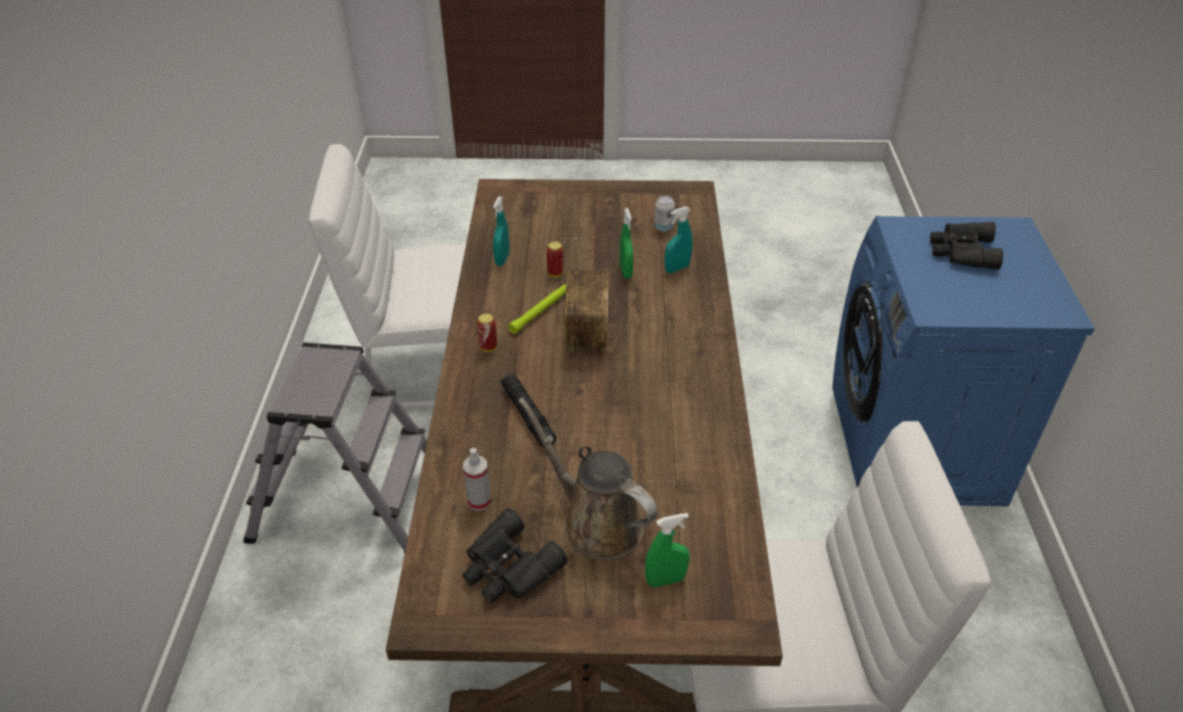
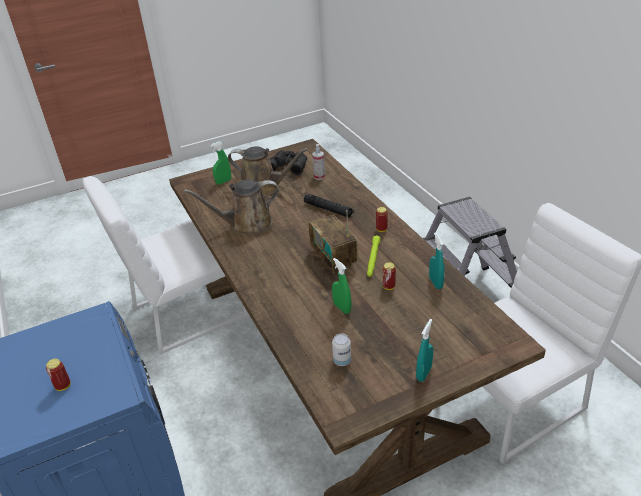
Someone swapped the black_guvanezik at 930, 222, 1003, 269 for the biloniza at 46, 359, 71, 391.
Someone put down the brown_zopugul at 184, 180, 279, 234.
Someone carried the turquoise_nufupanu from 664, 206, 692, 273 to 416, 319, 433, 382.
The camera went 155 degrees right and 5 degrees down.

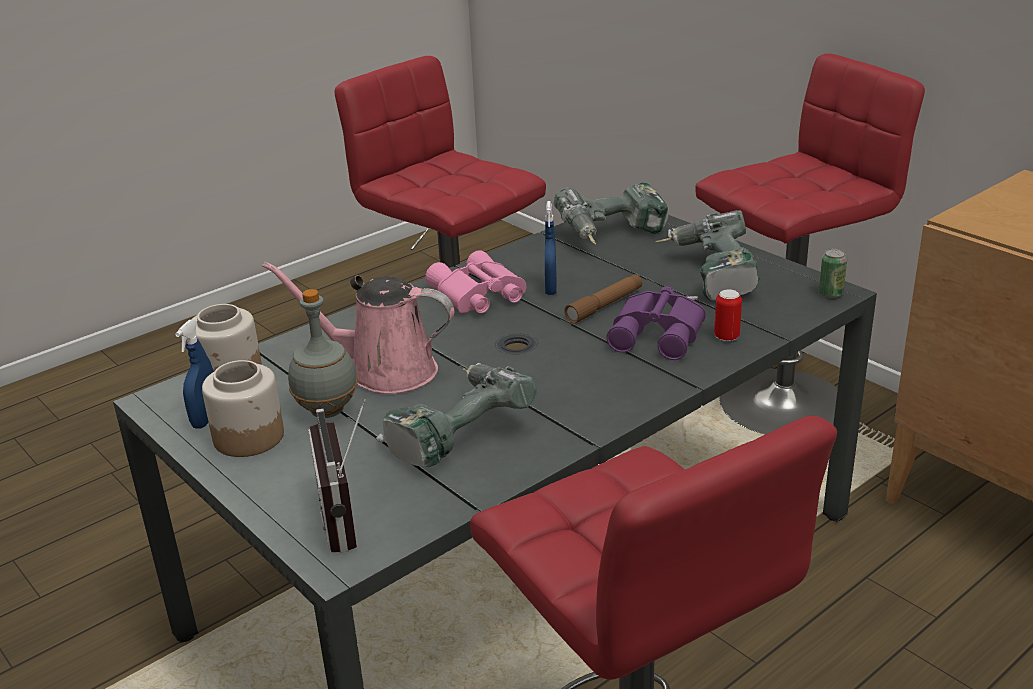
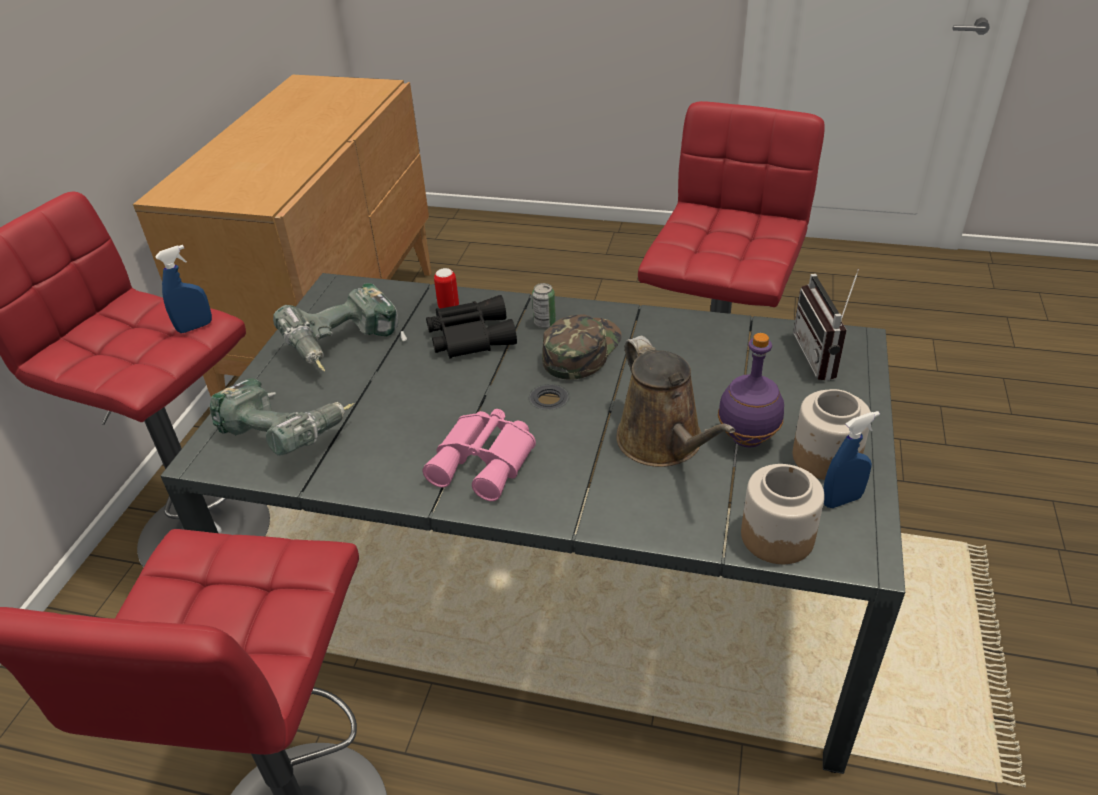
Someone carried the blue_nufupanu from 545, 201, 557, 295 to 155, 245, 212, 333.
Someone repainted the purple_guvanezik at 606, 286, 706, 360, which became the black_guvanezik at 426, 295, 517, 359.
Someone carried the biloniza from 819, 249, 847, 298 to 532, 283, 556, 328.
Someone put down the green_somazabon at 542, 314, 622, 380.
Someone repainted the pink_zopugul at 262, 261, 454, 394, which became the brown_zopugul at 616, 336, 735, 467.
Someone repainted the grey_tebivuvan at 288, 289, 358, 418, which became the purple_tebivuvan at 718, 333, 784, 448.
Someone rotated the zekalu at 308, 399, 366, 553 by 135 degrees clockwise.
Someone took away the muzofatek at 376, 363, 537, 467.
Someone took away the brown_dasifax at 564, 274, 642, 324.
The camera went 125 degrees left and 10 degrees up.

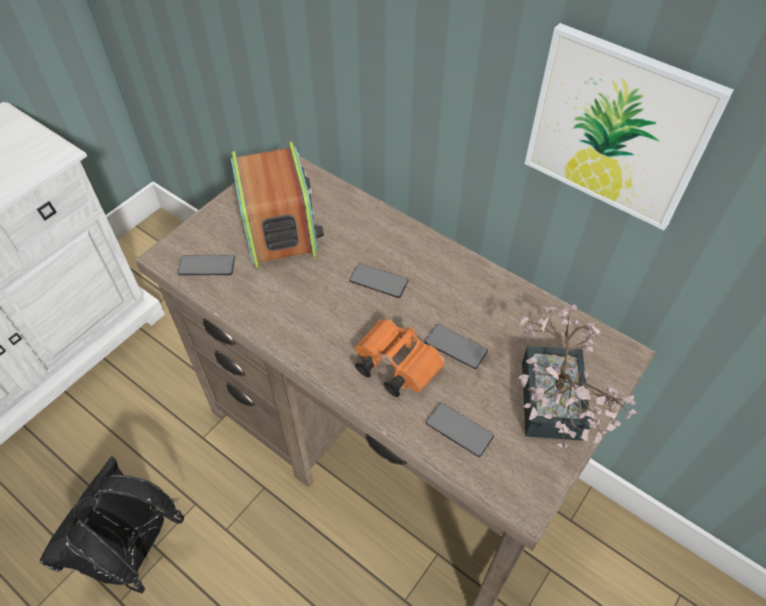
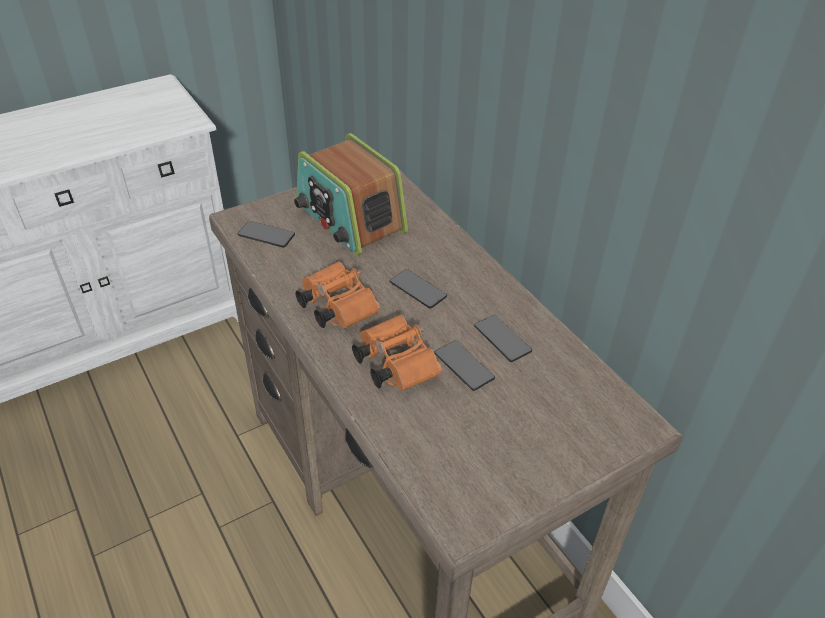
Someone rotated the zekalu at 231, 142, 324, 269 by 135 degrees clockwise.
Someone put down the orange_guvanezik at 295, 261, 380, 329.
Someone carried the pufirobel from 426, 403, 494, 457 to 474, 315, 532, 362.
Someone took away the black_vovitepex at 40, 456, 184, 593.
Someone took away the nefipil at 518, 302, 637, 449.
Someone took away the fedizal at 525, 23, 734, 230.
The camera went 20 degrees right and 10 degrees down.

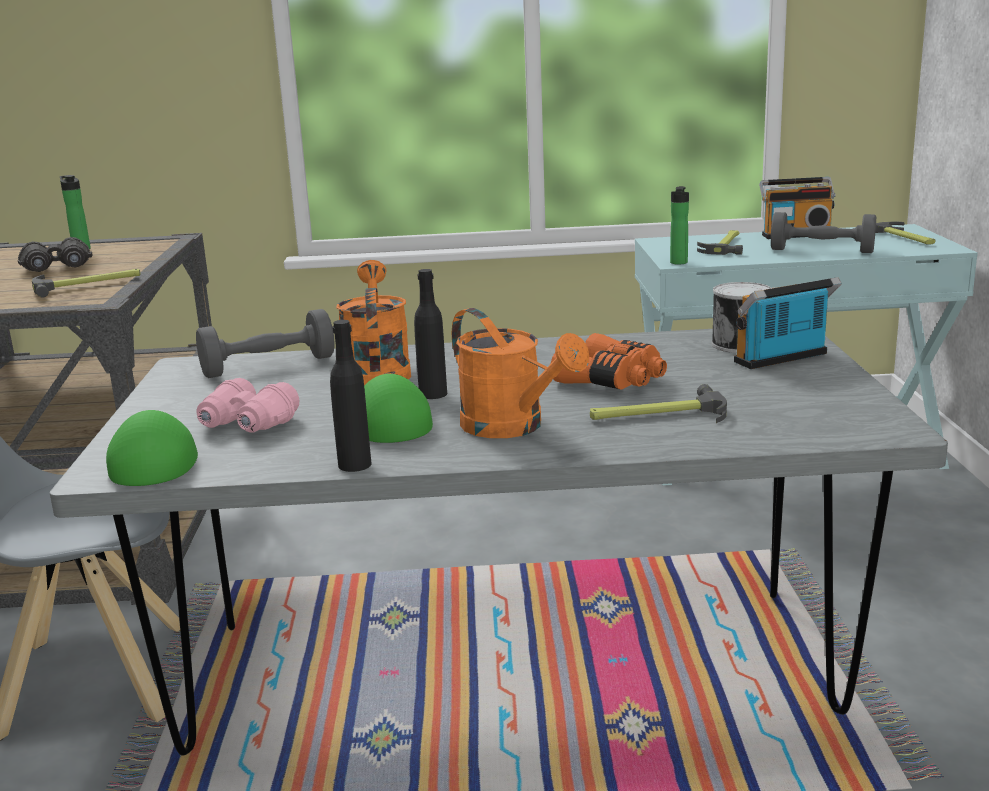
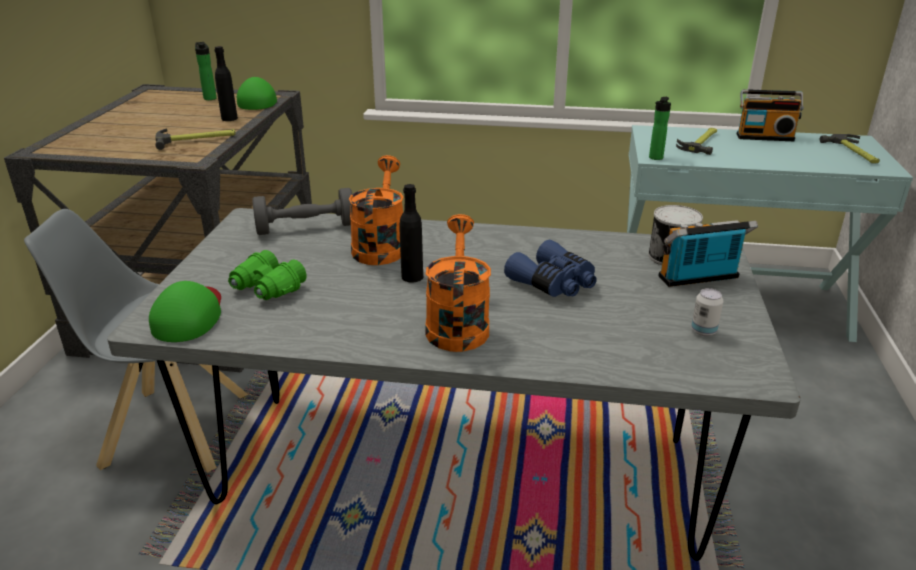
Someone carried the black_tebivuvan from 330, 320, 372, 472 to 214, 46, 238, 121.
Someone repainted the pink_guvanezik at 197, 378, 299, 433, which became the green_guvanezik at 228, 250, 307, 300.
Someone carried the green_somazabon from 364, 374, 433, 443 to 237, 77, 277, 110.
Someone rotated the orange_zopugul at 452, 308, 589, 438 by 150 degrees counterclockwise.
Someone repainted the orange_guvanezik at 551, 333, 667, 389, which became the blue_guvanezik at 504, 240, 597, 297.
Someone put down the biloniza at 691, 288, 723, 336.
Someone took away the black_guvanezik at 18, 237, 93, 272.
Someone took away the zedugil at 590, 384, 727, 423.
Someone took away the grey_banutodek at 771, 212, 876, 253.
The camera went 10 degrees right and 10 degrees up.

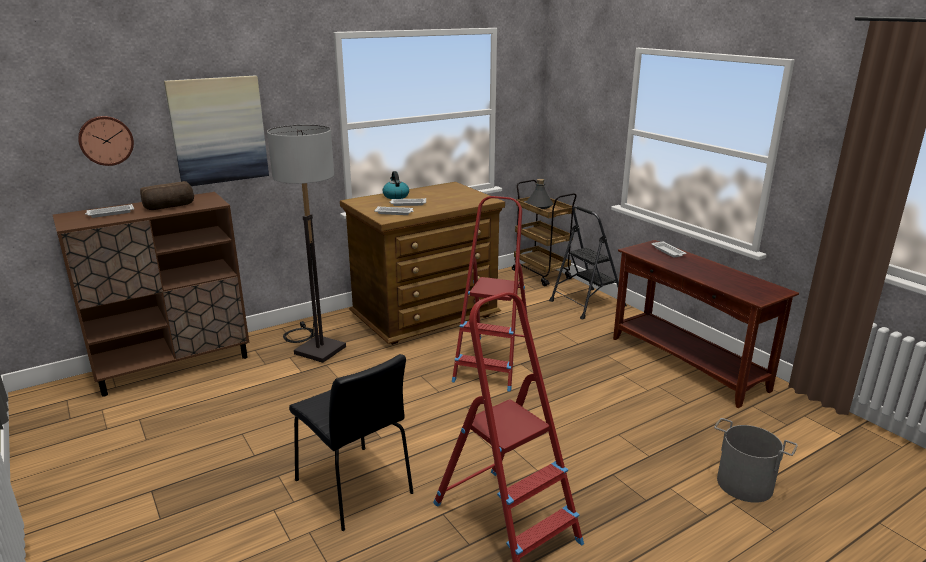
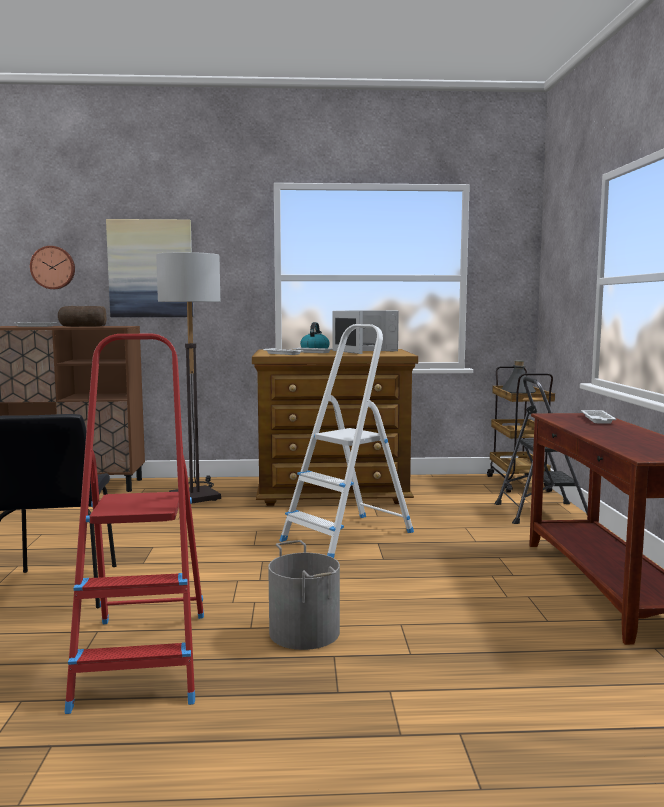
Someone carried the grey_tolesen from 714, 418, 798, 503 to 268, 540, 340, 650.
Someone repainted the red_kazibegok at 452, 196, 528, 392, which became the white_kazibegok at 279, 324, 414, 558.
Someone put down the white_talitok at 332, 310, 399, 354.
The camera went 30 degrees right and 15 degrees down.

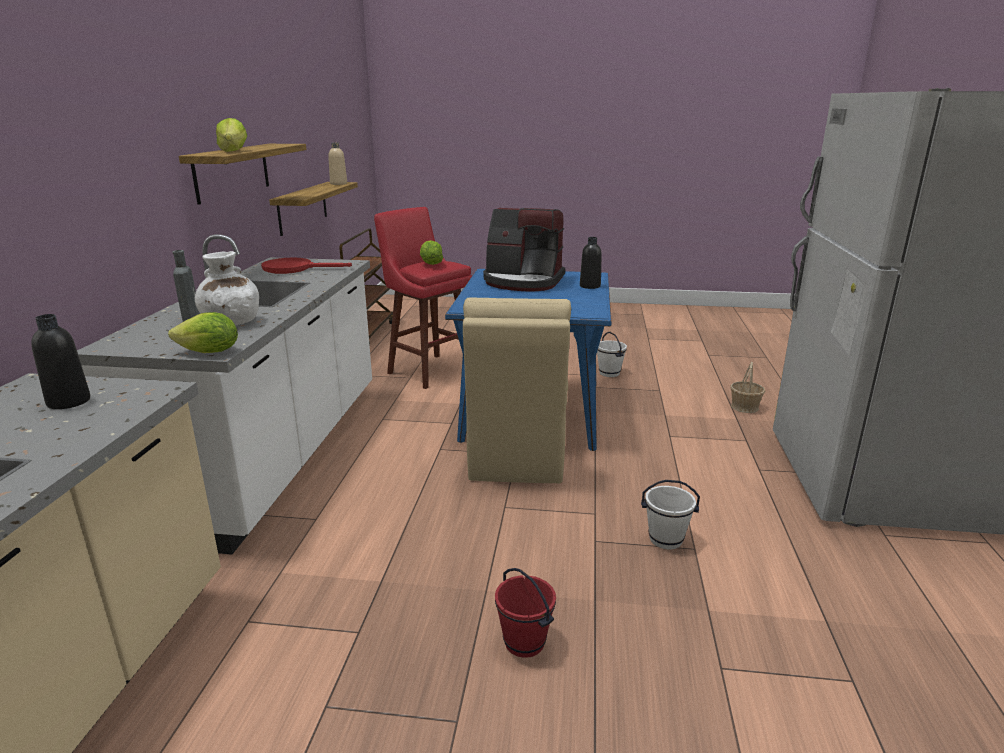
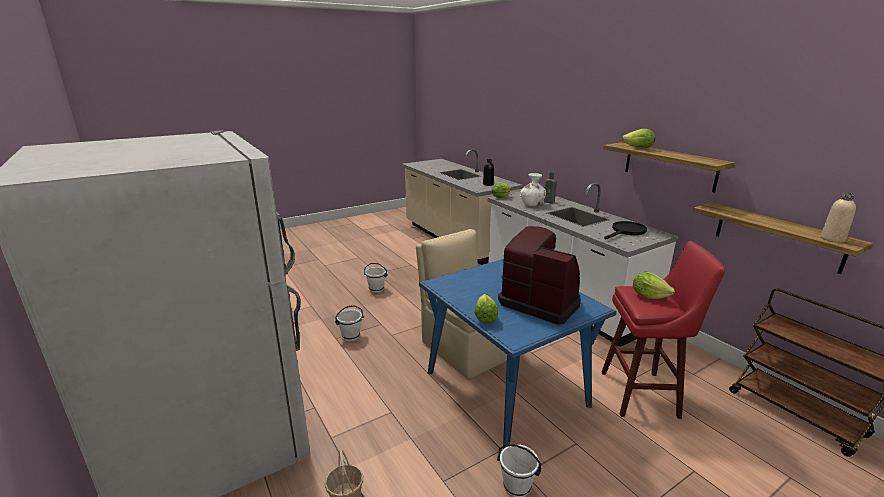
Someone repainted the red_tolesen at 495, 568, 556, 658, which became the white_tolesen at 364, 263, 388, 293.
Someone swapped the black_tebivuvan at 580, 237, 602, 289 for the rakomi at 474, 294, 498, 323.
Someone rotated the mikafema at 483, 208, 565, 291 by 60 degrees clockwise.
Someone repainted the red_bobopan at 261, 258, 352, 274, which became the black_bobopan at 604, 221, 647, 239.
The camera went 140 degrees right and 0 degrees up.

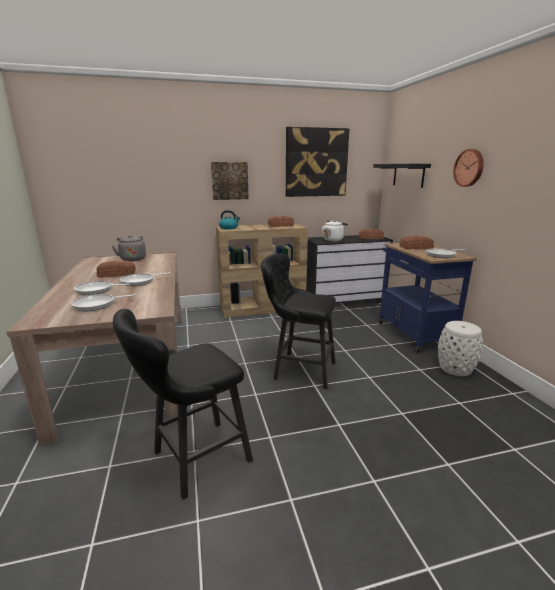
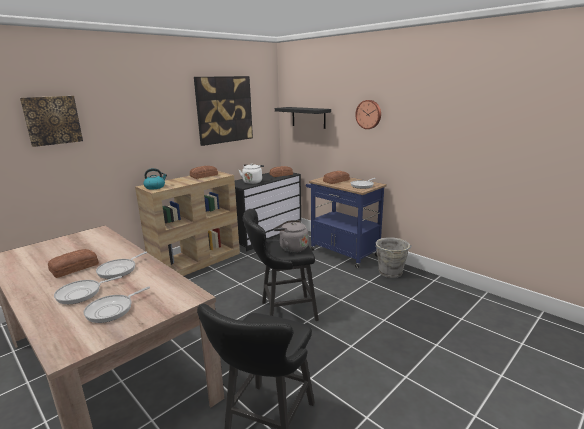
Someone carried the fedizal from 211, 162, 248, 200 to 20, 96, 83, 147.
Someone carried the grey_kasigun from 112, 235, 146, 261 to 274, 220, 308, 252.
Someone swapped the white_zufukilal at 438, 321, 483, 376 for the grey_tolesen at 375, 237, 412, 278.
The camera went 30 degrees left and 0 degrees up.

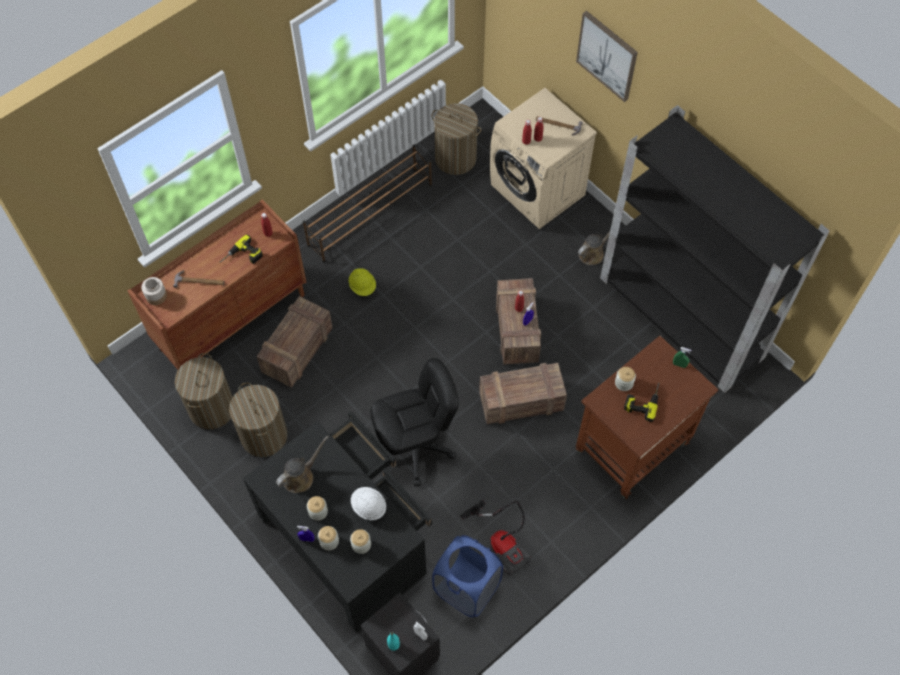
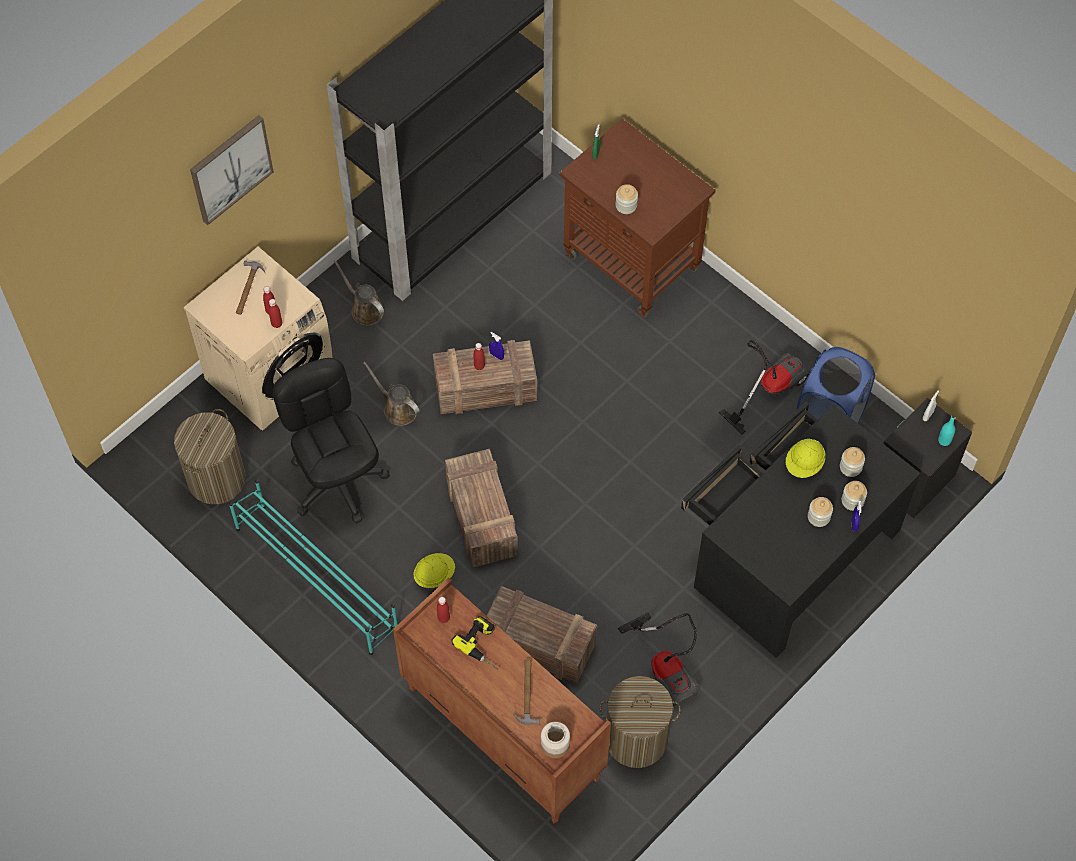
Someone repainted the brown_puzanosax at 303, 144, 432, 262, which became the turquoise_puzanosax at 229, 480, 398, 655.
Someone carried the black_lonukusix from 370, 358, 459, 487 to 272, 358, 390, 524.
Someone carried the brown_zopugul from 276, 436, 329, 493 to 363, 361, 420, 426.
Someone carried the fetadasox from 479, 363, 567, 424 to 445, 449, 518, 568.
Someone swapped the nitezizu at 229, 383, 287, 457 for the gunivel at 618, 612, 700, 707.
Someone repainted the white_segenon at 351, 487, 386, 520, which became the yellow_segenon at 786, 439, 826, 478.
Someone took away the muzofatek at 624, 383, 659, 422.
The camera went 95 degrees left and 0 degrees up.

